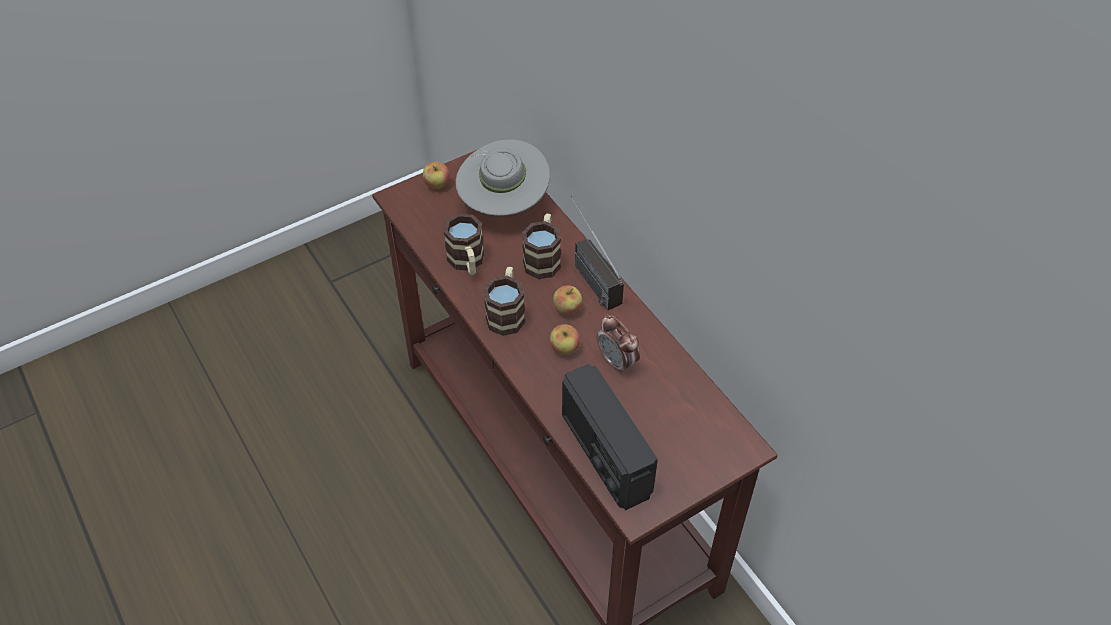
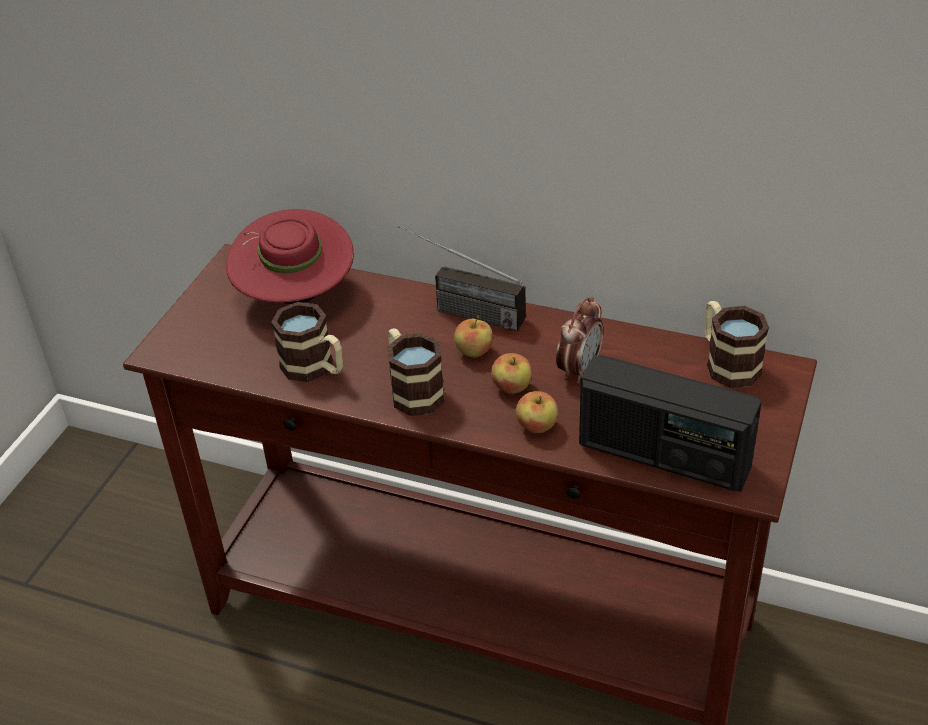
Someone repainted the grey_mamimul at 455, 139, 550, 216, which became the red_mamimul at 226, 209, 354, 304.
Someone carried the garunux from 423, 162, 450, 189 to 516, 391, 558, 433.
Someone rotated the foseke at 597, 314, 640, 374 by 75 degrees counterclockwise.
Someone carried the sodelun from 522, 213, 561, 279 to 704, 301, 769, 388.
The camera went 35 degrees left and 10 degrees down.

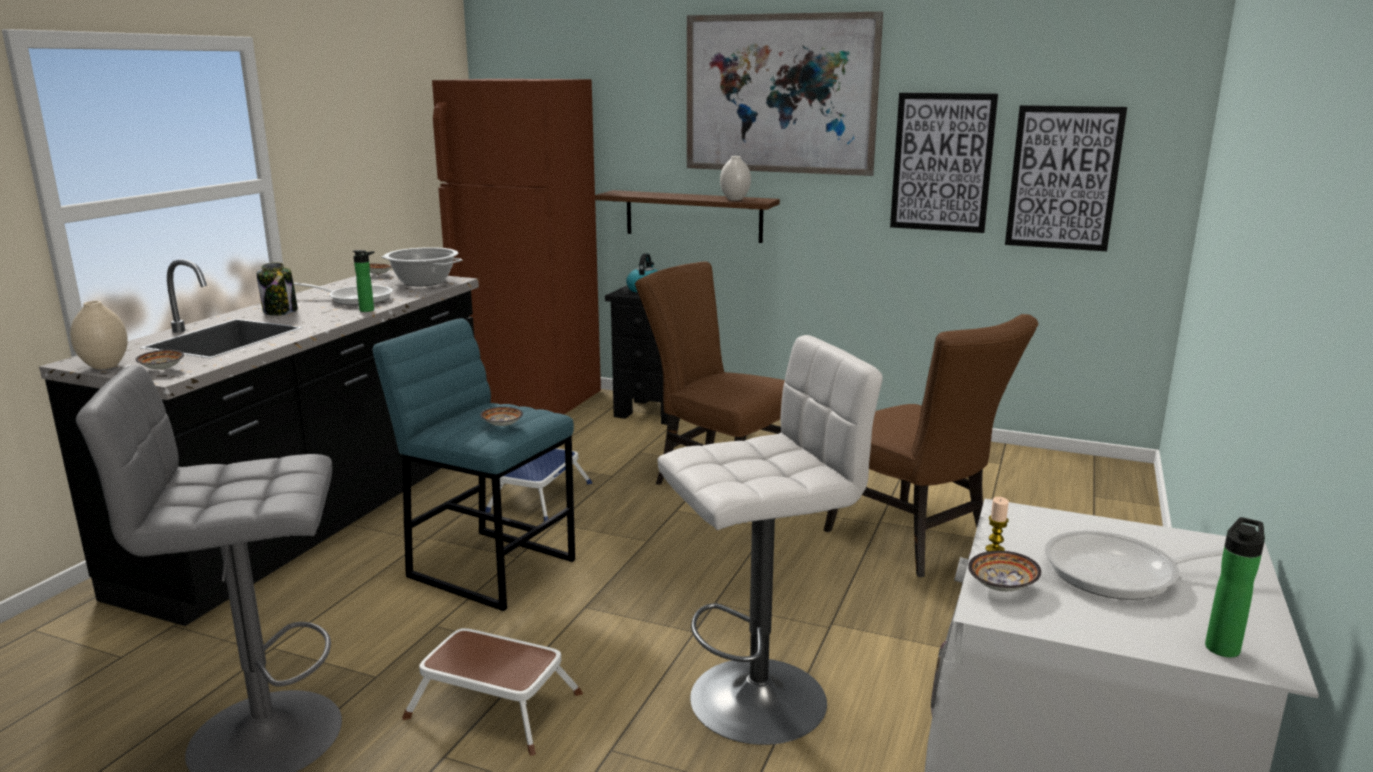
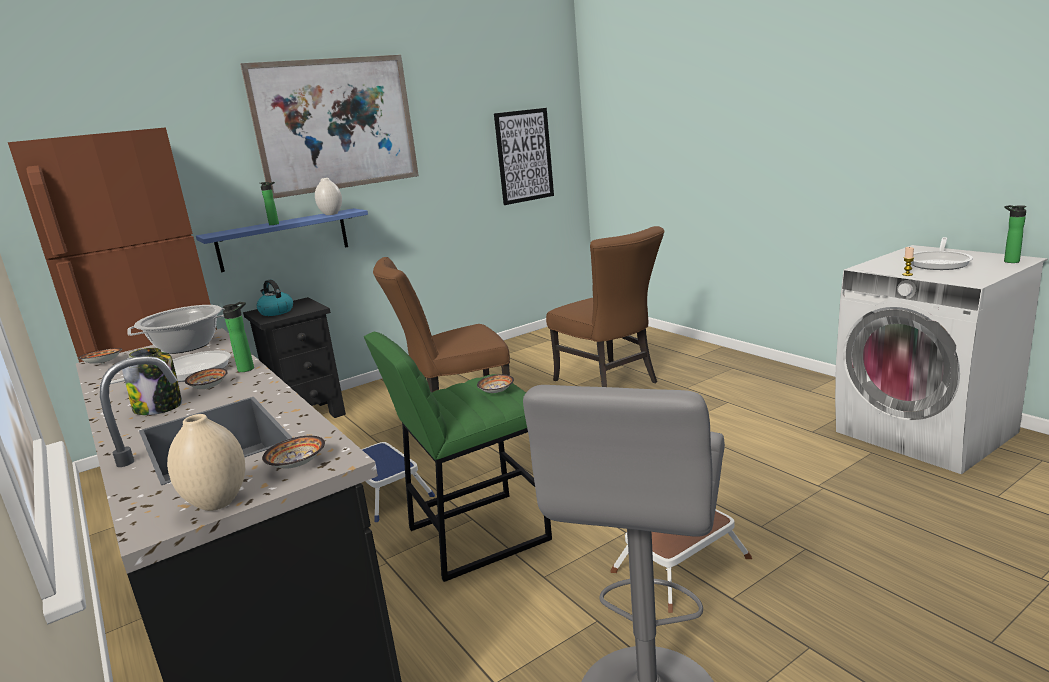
Someone carried the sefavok from 968, 551, 1041, 591 to 185, 368, 228, 389.
Someone repainted the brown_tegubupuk at 595, 190, 780, 243, which became the blue_tegubupuk at 196, 208, 368, 272.
Someone put down the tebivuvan at 261, 182, 279, 225.
Someone repainted the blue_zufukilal at 373, 318, 575, 611, which became the green_zufukilal at 364, 332, 552, 582.
Someone rotated the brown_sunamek at 824, 314, 1039, 577 by 60 degrees clockwise.
Someone took away the white_zufukilal at 657, 335, 883, 745.
Someone took away the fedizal at 890, 93, 998, 233.
The camera went 55 degrees left and 0 degrees up.

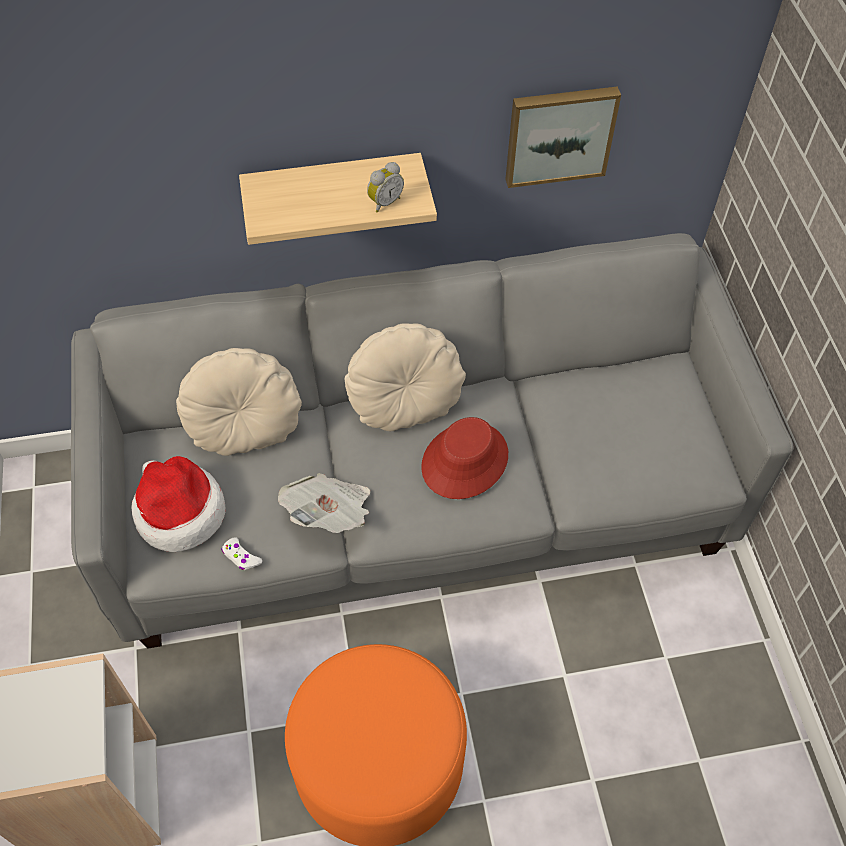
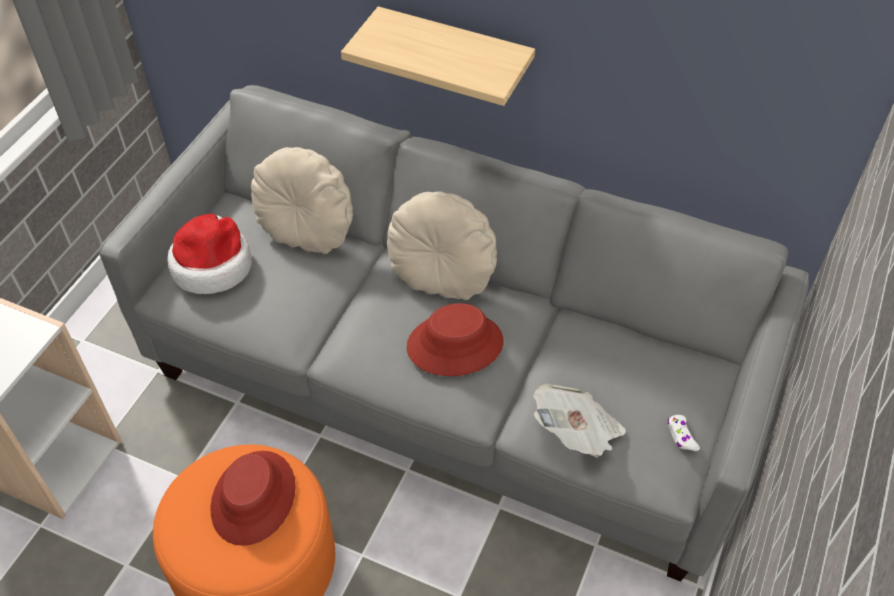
Someone put down the red_mamimul at 210, 451, 296, 546.
Someone carried the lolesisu from 278, 473, 371, 533 to 533, 384, 626, 457.
Someone carried the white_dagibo from 221, 537, 262, 570 to 668, 415, 700, 451.
Someone took away the foseke at 367, 162, 404, 213.
Someone took away the fedizal at 505, 86, 621, 188.
The camera went 35 degrees right and 5 degrees down.

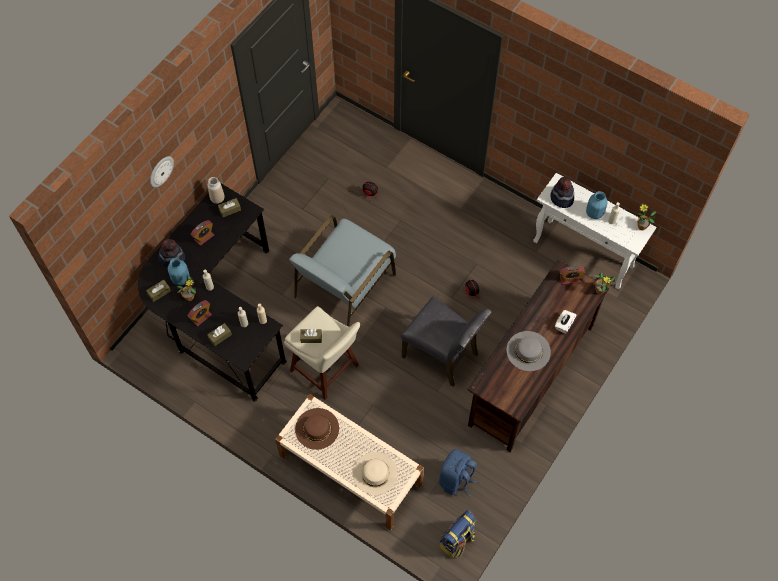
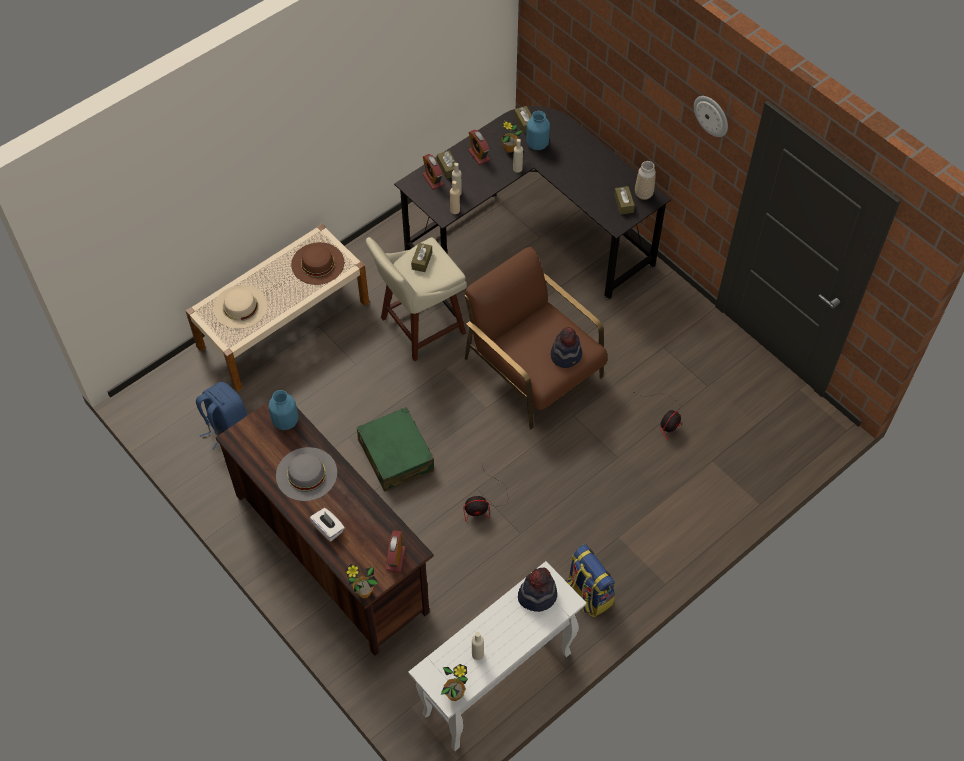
Someone carried the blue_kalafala from 586, 191, 608, 219 to 269, 390, 298, 430.
Someone swapped the grey_sunamek at 401, 296, 492, 387 for the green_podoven at 356, 407, 434, 492.
Someone carried the foseke from 191, 220, 214, 246 to 423, 154, 444, 190.
Someone repainted the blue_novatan at 289, 215, 396, 326, which became the brown_novatan at 464, 247, 607, 430.
Someone carried the mamimul from 159, 239, 185, 268 to 550, 327, 582, 368.
Someone carried the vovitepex from 439, 510, 477, 559 to 567, 544, 615, 617.
Someone carried the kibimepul from 150, 156, 174, 187 to 694, 96, 728, 137.
The camera went 105 degrees right and 5 degrees down.

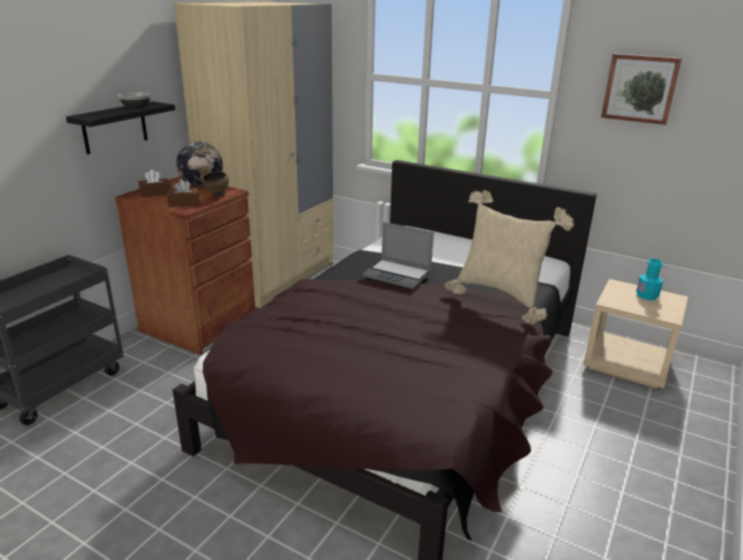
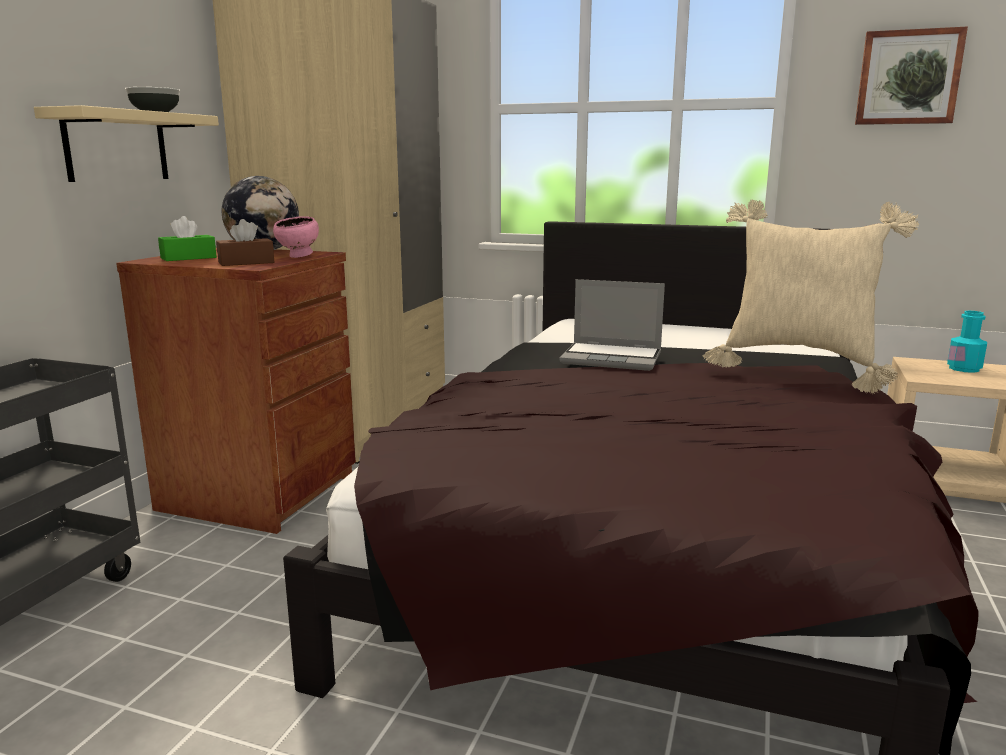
Someone repainted the black_tegubupuk at 66, 101, 175, 154, which became the beige_tegubupuk at 34, 105, 219, 182.
Someone repainted the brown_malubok at 138, 170, 171, 197, which became the green_malubok at 158, 216, 217, 261.
Someone repainted the brown_sefavok at 202, 171, 229, 198, which became the pink_sefavok at 273, 216, 319, 258.
The camera went 10 degrees left and 10 degrees down.

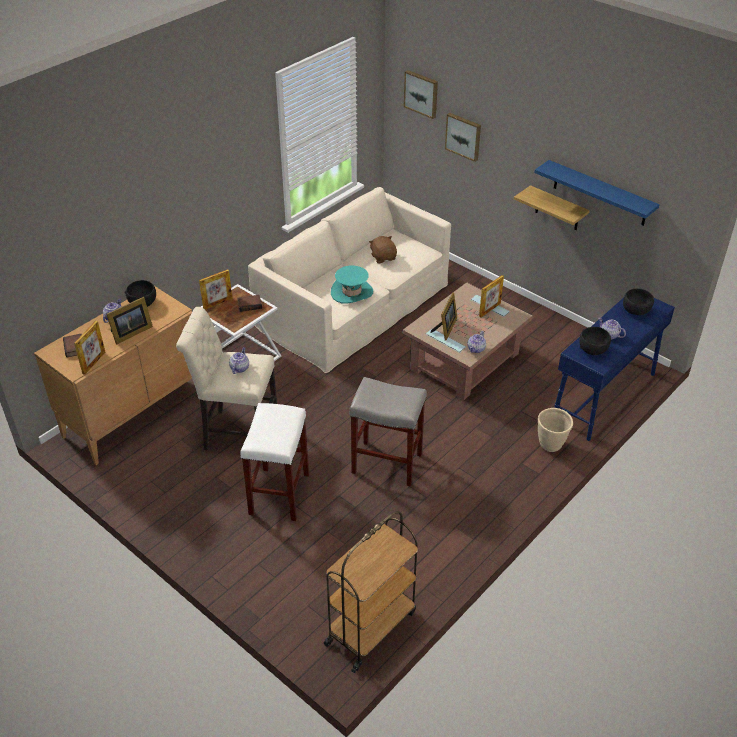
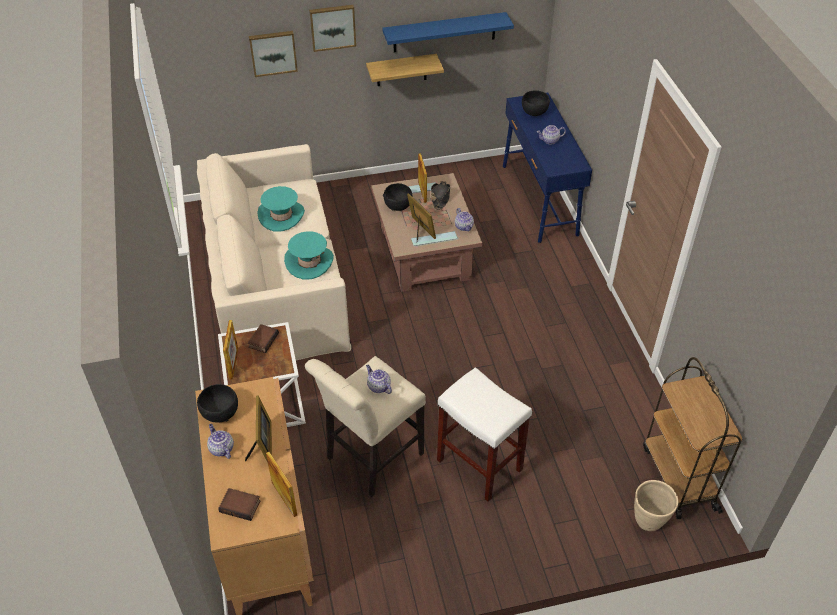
Someone swapped the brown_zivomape at 369, 236, 397, 263 for the turquoise_mamimul at 257, 186, 305, 231.
Someone carried the fedizal from 404, 70, 438, 119 to 309, 5, 356, 52.
Someone carried the black_sefavok from 579, 327, 611, 355 to 383, 183, 412, 211.
Someone put down the black_mamimul at 431, 181, 450, 210.
Someone carried the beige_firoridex from 538, 408, 573, 452 to 634, 480, 678, 531.
Someone took away the grey_zufukilal at 349, 377, 427, 487.
The camera went 55 degrees left and 5 degrees up.

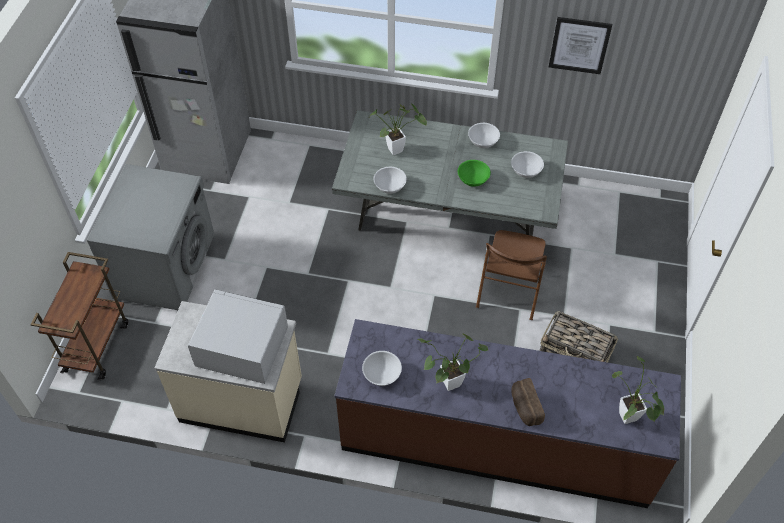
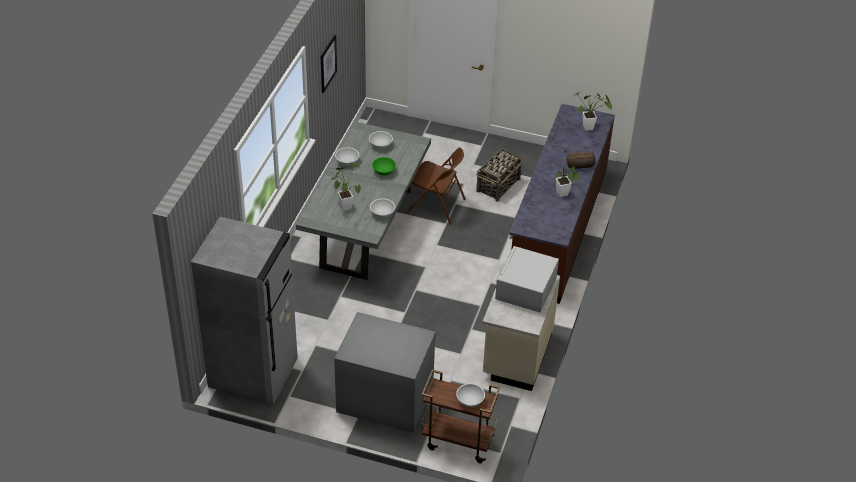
Someone carried the white_sefavok from 362, 351, 402, 386 to 456, 383, 485, 407.
The camera went 85 degrees left and 10 degrees down.

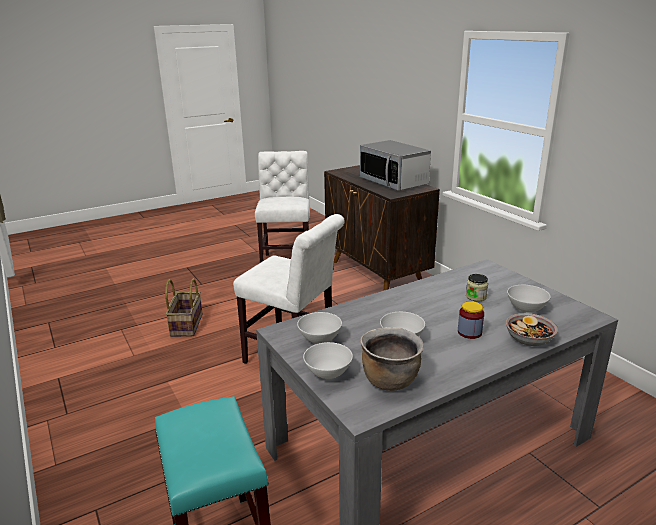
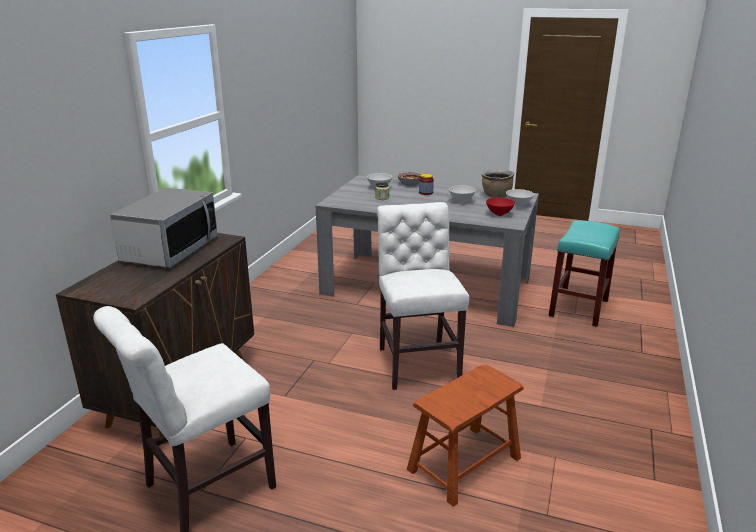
Someone swapped the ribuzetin at 165, 279, 203, 337 for the brown_zufukilal at 407, 365, 524, 507.
Someone repainted the white_sefavok at 297, 312, 342, 344, which became the red_sefavok at 486, 197, 515, 216.
The camera went 130 degrees left and 0 degrees up.

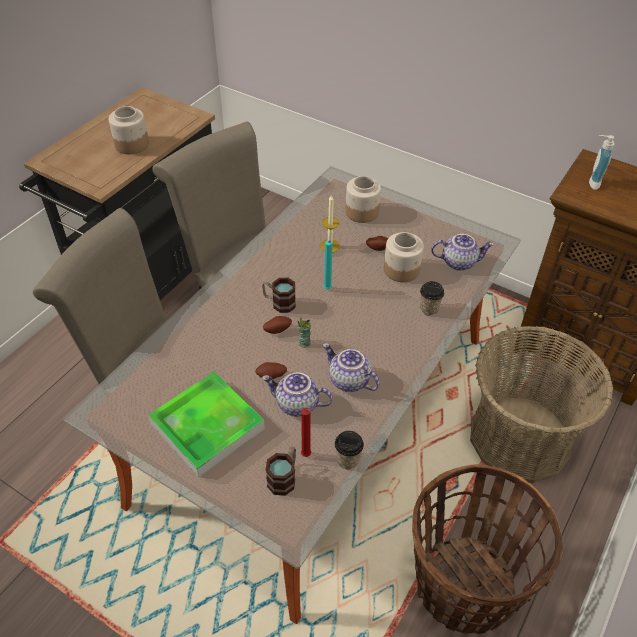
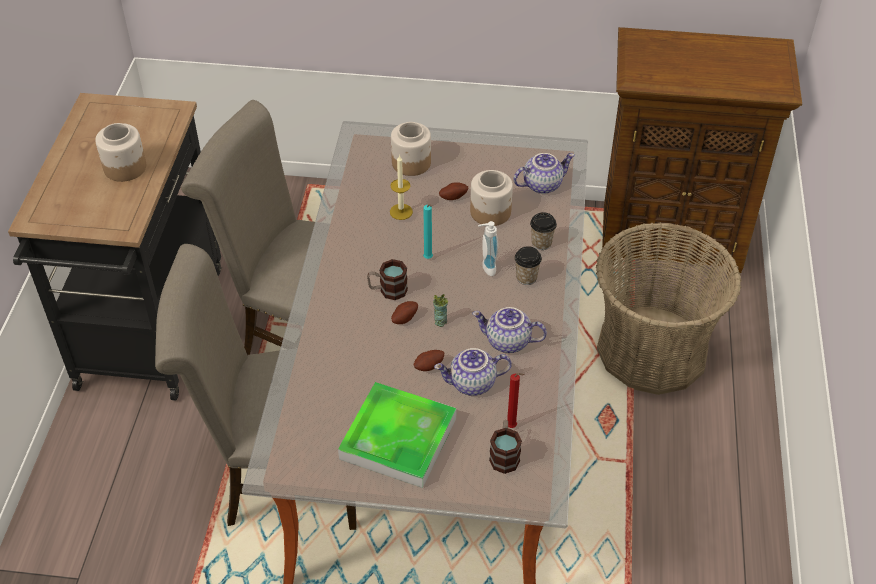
Someone carried the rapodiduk from 589, 135, 615, 190 to 478, 221, 498, 276.
Someone carried the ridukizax from 335, 431, 364, 469 to 515, 246, 542, 285.
Someone took away the ribuzetin at 412, 464, 563, 634.
The camera went 25 degrees left and 0 degrees up.

